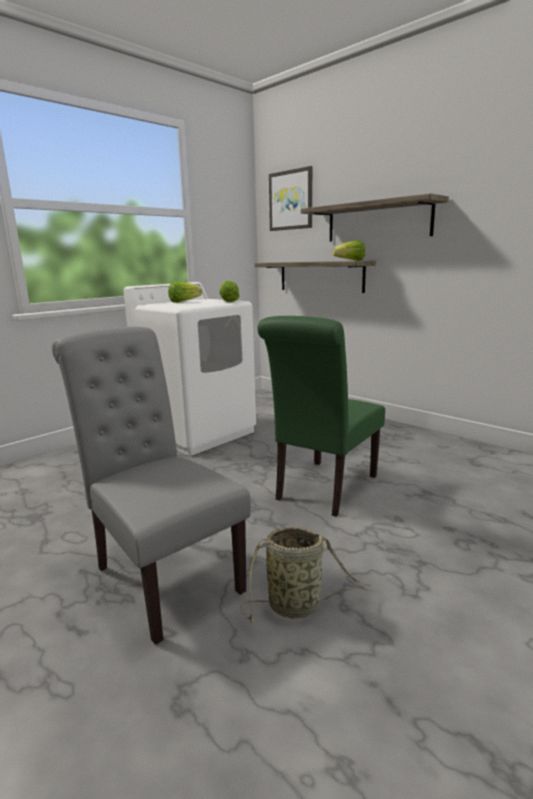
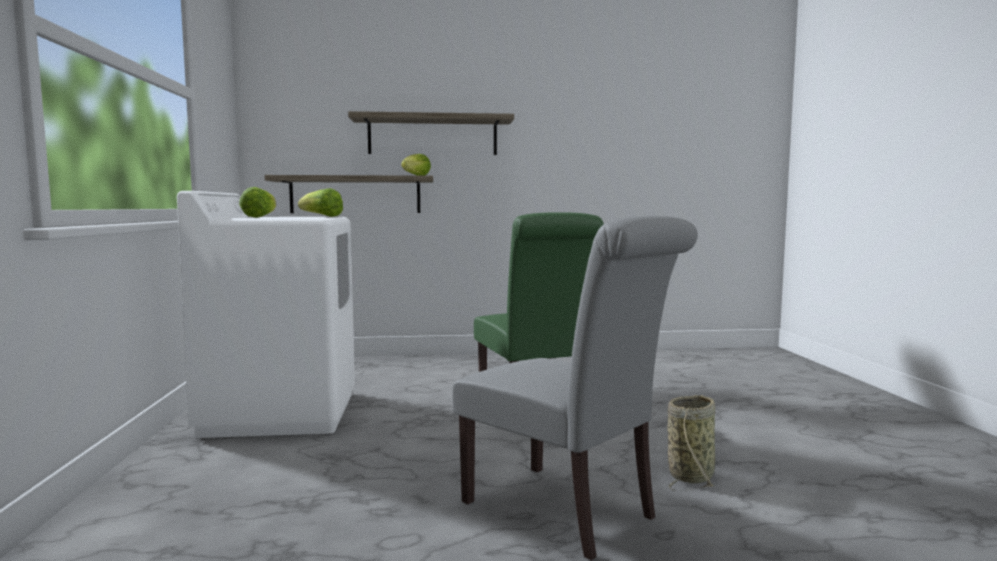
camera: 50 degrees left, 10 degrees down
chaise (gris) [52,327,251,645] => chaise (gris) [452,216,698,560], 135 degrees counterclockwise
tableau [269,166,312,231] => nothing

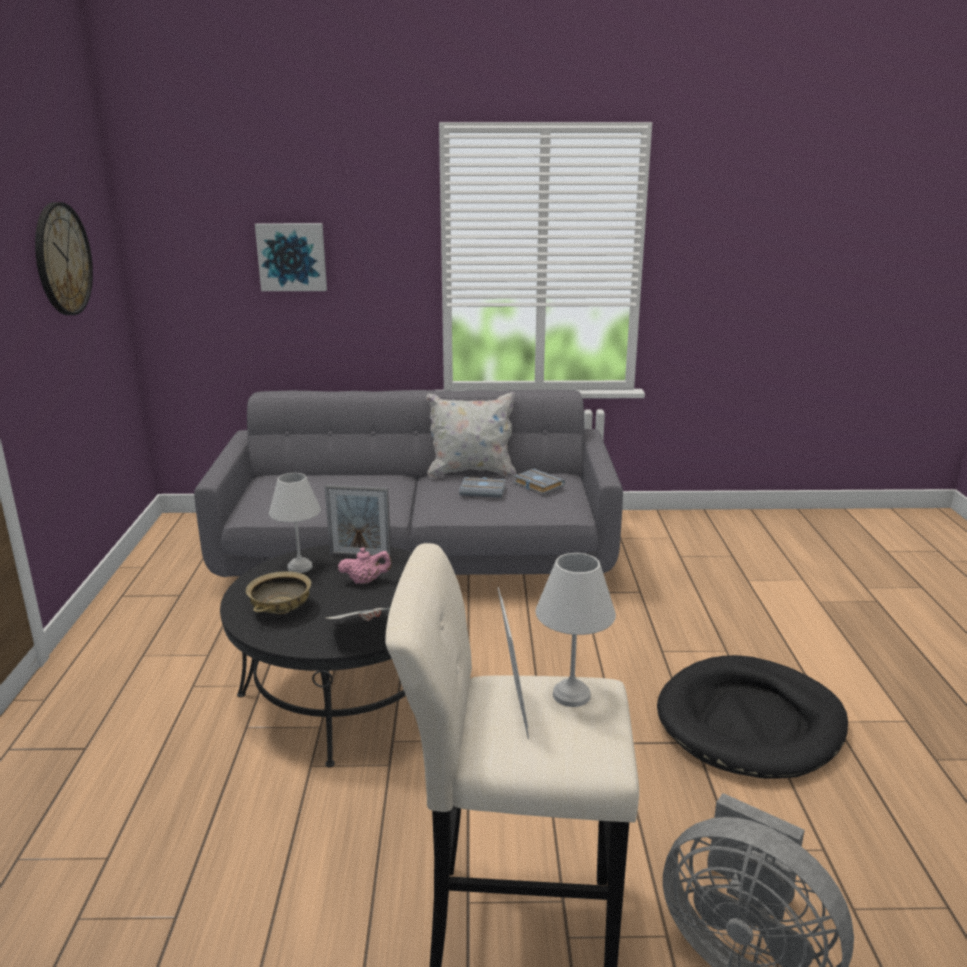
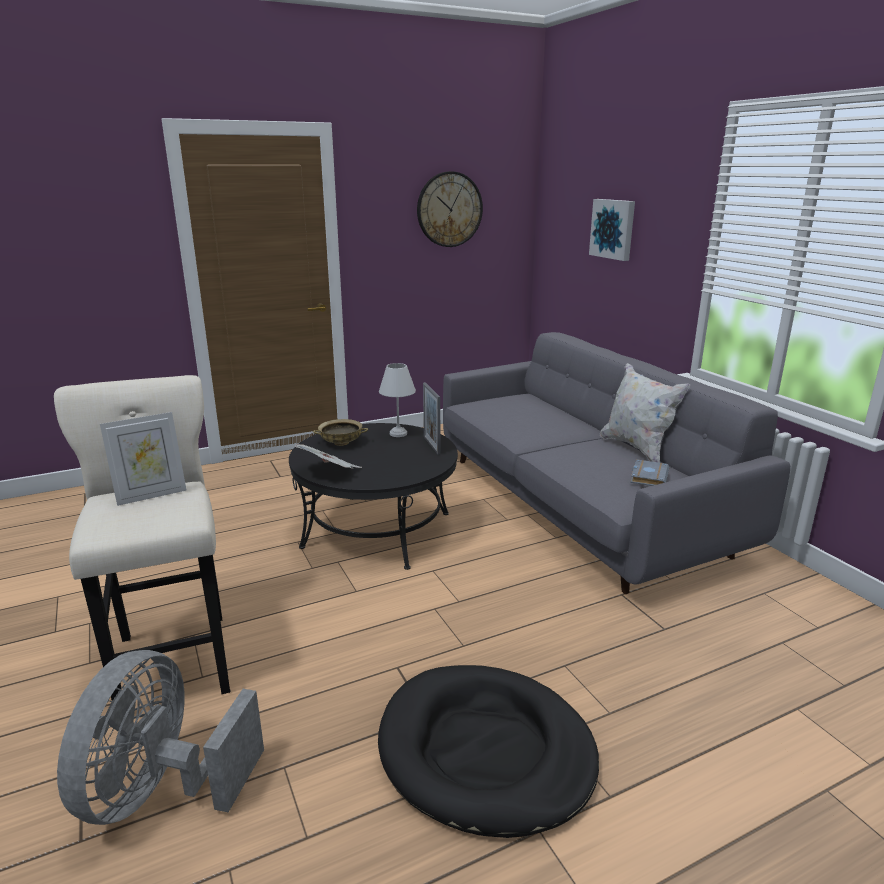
camera: 65 degrees right, 0 degrees up
théière (rose) [338,547,392,584] => nothing
livre (gris) [459,477,506,498] => nothing
lampe de table (blanc) [536,553,616,707] => nothing

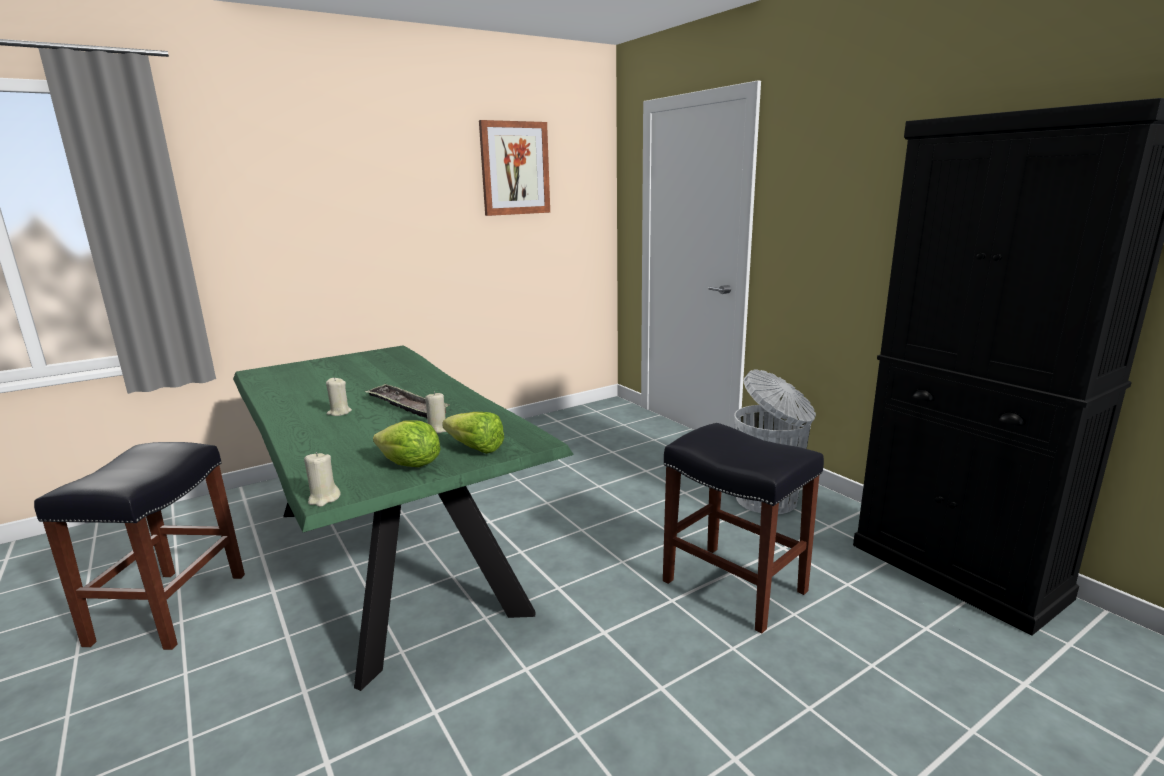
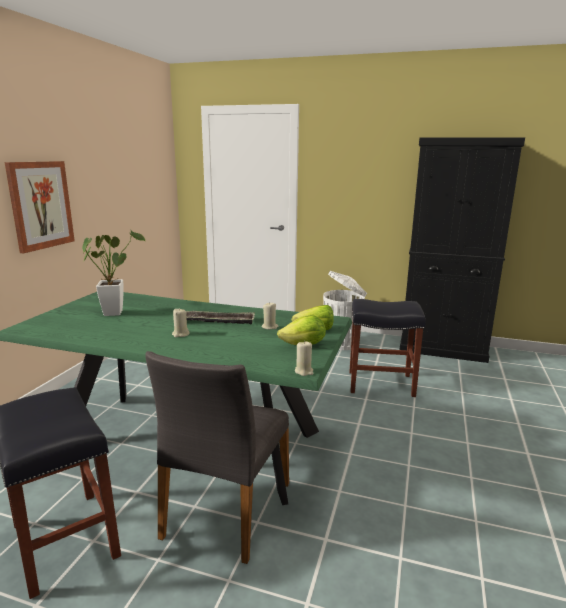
camera: 40 degrees left, 0 degrees up
tableau [479,120,550,216] => tableau [4,161,75,253], moved
nothing => plante en pot [82,230,146,316]
nothing => chaise (gris) [145,351,289,564]

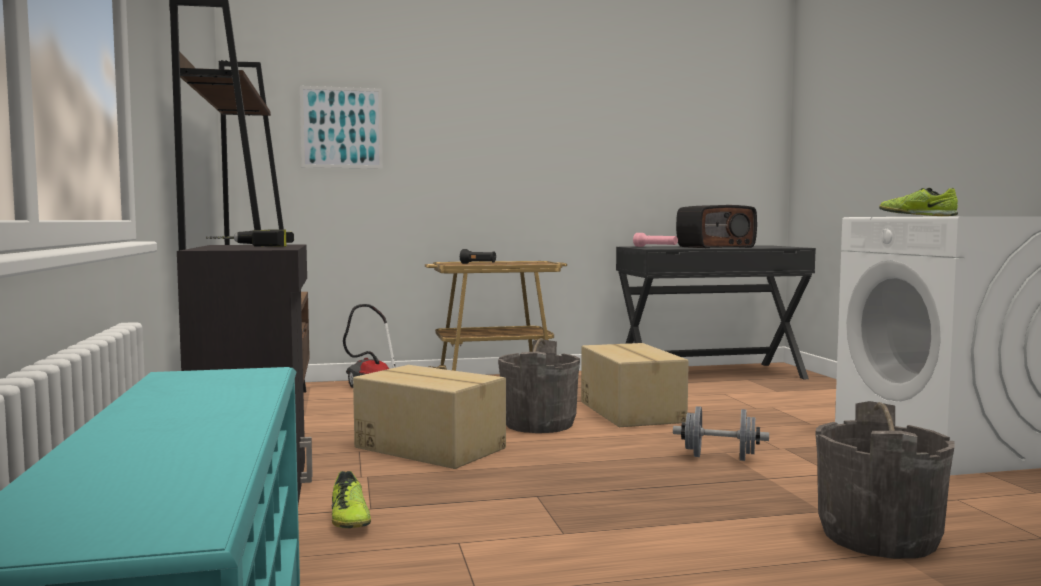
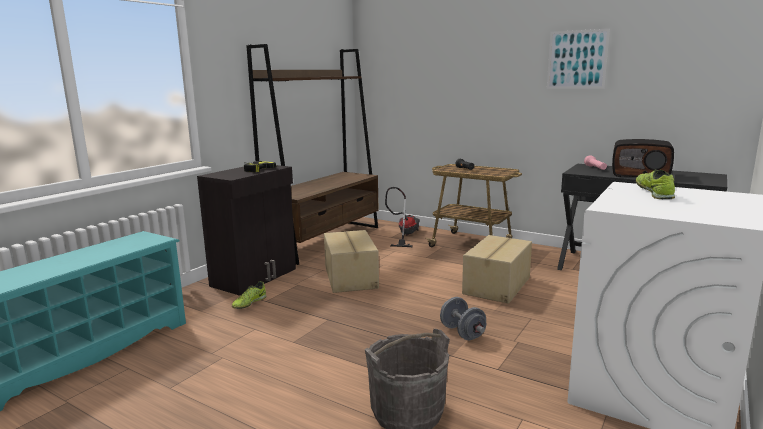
camera: 45 degrees right, 10 degrees up
tableau [300,86,383,169] => tableau [547,29,610,89], moved
seau (gris) [498,338,580,433] => nothing

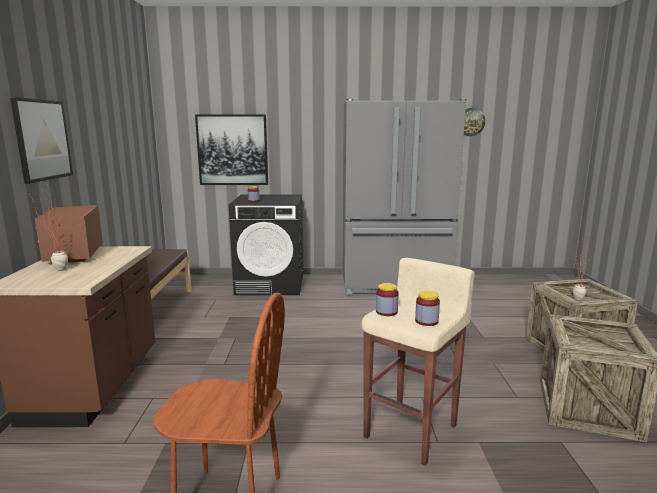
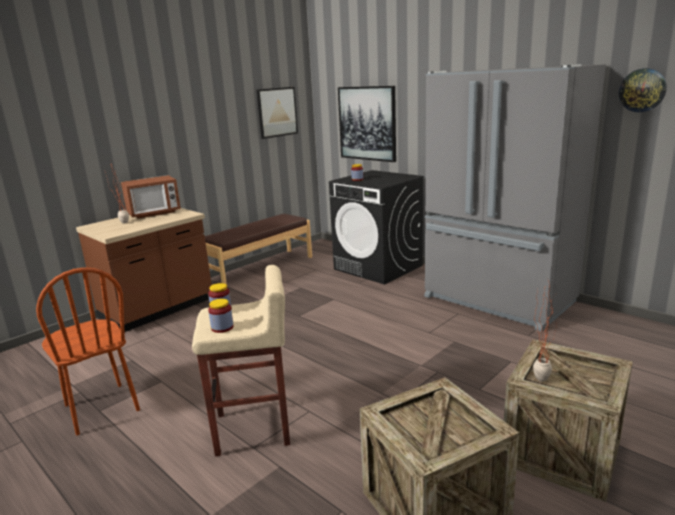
camera: 45 degrees right, 5 degrees up
micro-ondes [35,205,103,262] => micro-ondes [121,175,181,218], 150 degrees counterclockwise
tableau [10,97,73,184] => tableau [257,87,298,139], moved

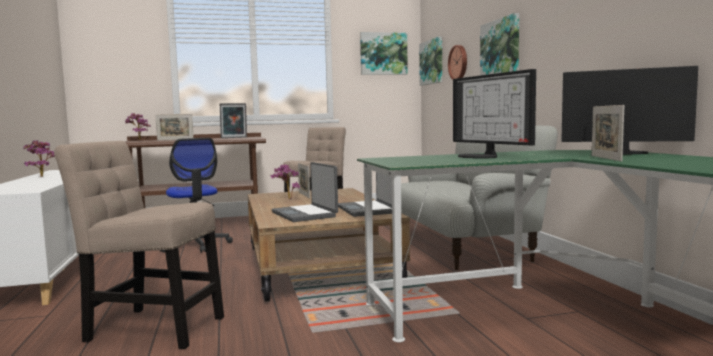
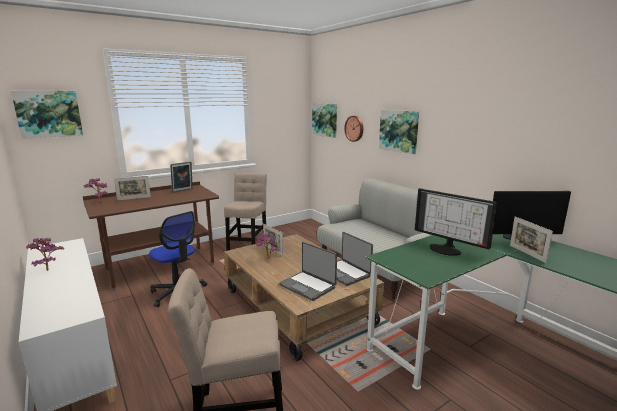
camera: 20 degrees left, 10 degrees up
tableau [360,32,408,75] => tableau [11,91,83,139], moved

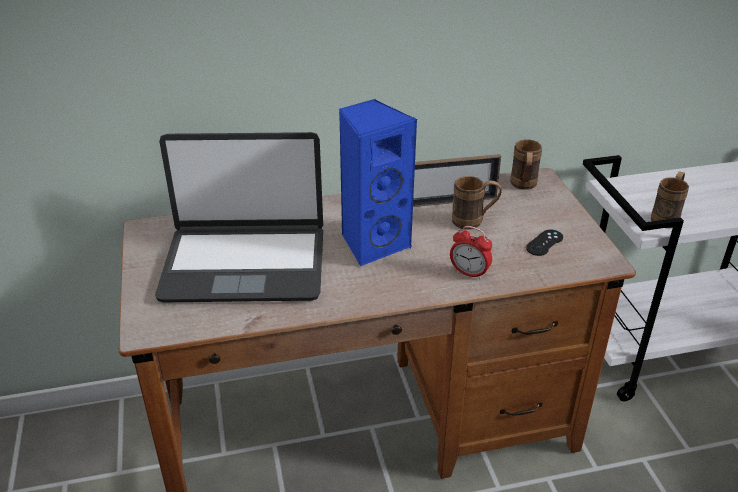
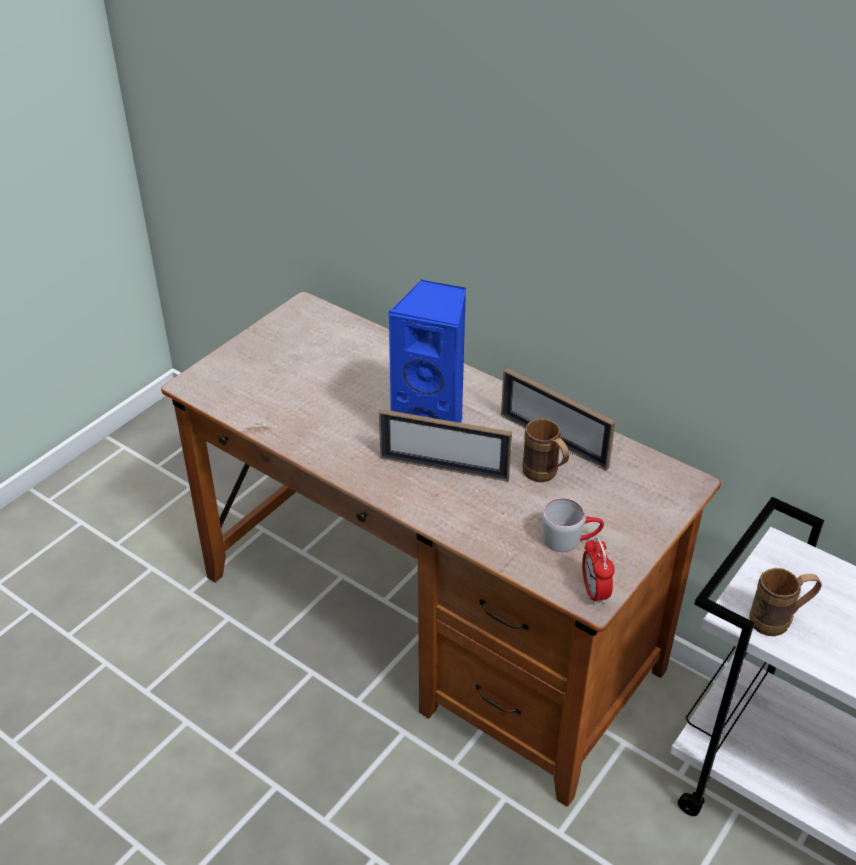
camera: 50 degrees right, 5 degrees up
nothing => cadre photo [379,409,512,482]
manette (noir) [526,230,563,256] => mug (gris) [542,498,604,552]
réveil [450,226,492,279] => réveil [582,537,615,605], moved
ordinateur portable [155,132,323,302] => nothing
mug (marron) [510,139,542,190] => nothing

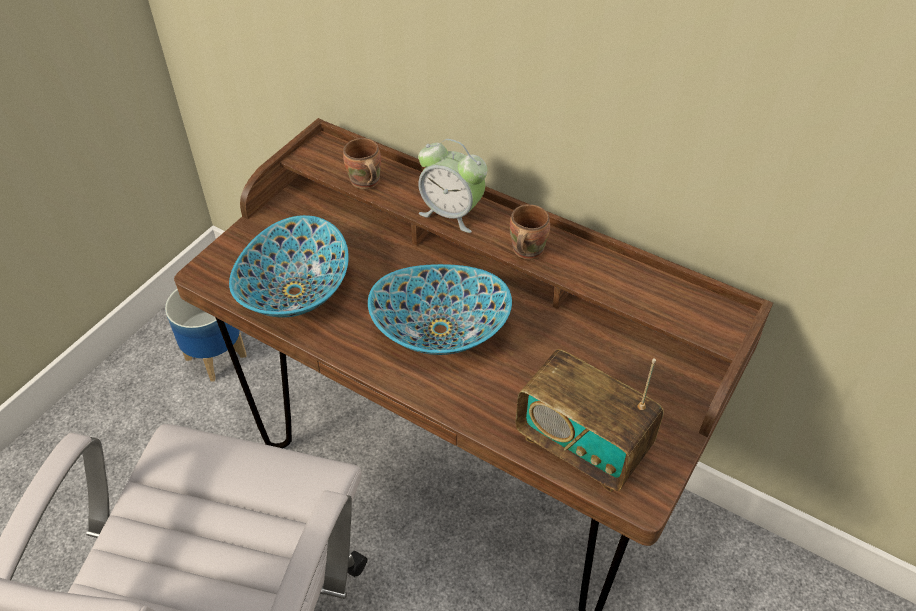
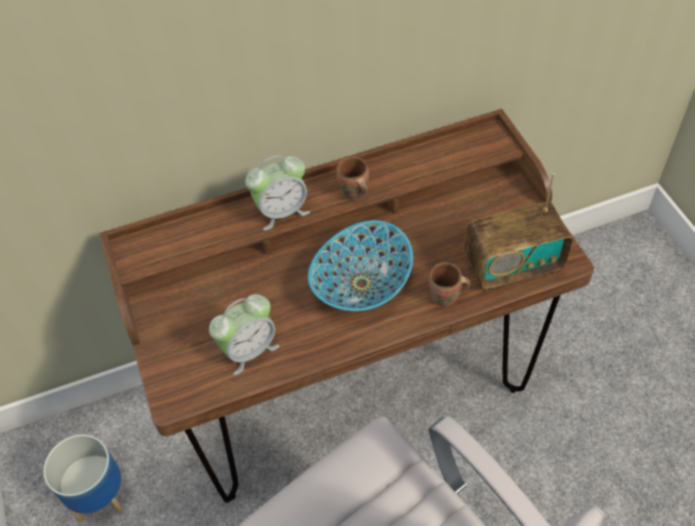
camera: 50 degrees left, 5 degrees up
bol [229,215,349,318] => réveil [209,294,280,375]
mug (marron) [343,138,381,189] => mug (marron) [429,262,471,307], moved

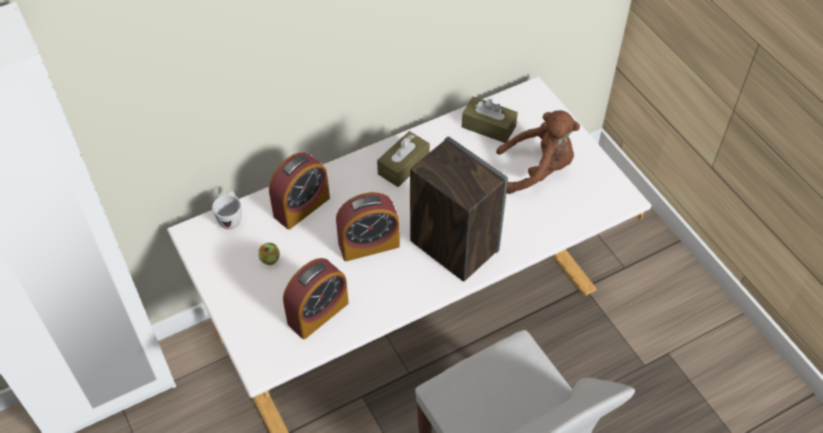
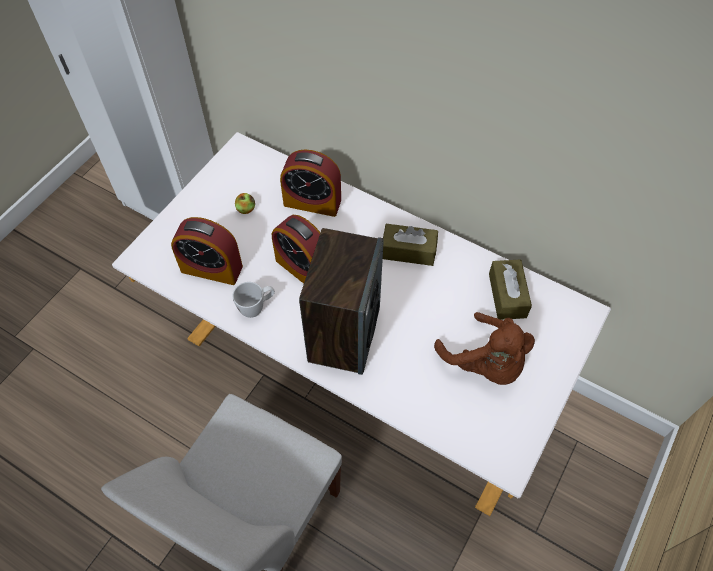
camera: 60 degrees right, 5 degrees up
mug (blanc) [212,190,242,230] => mug (blanc) [232,282,275,318], moved

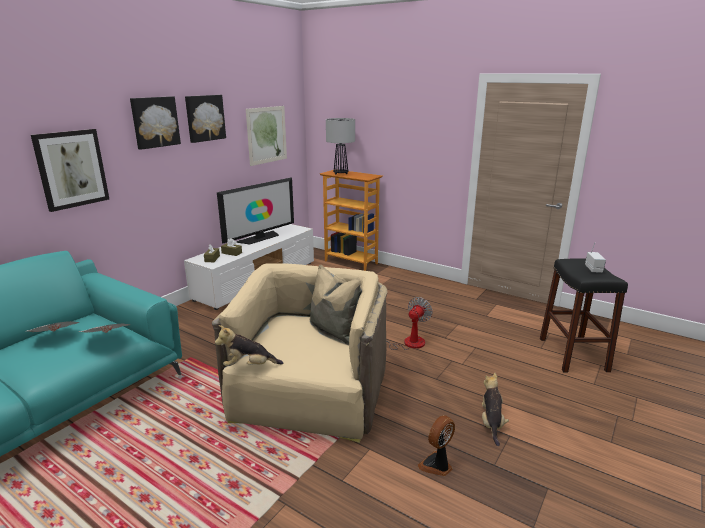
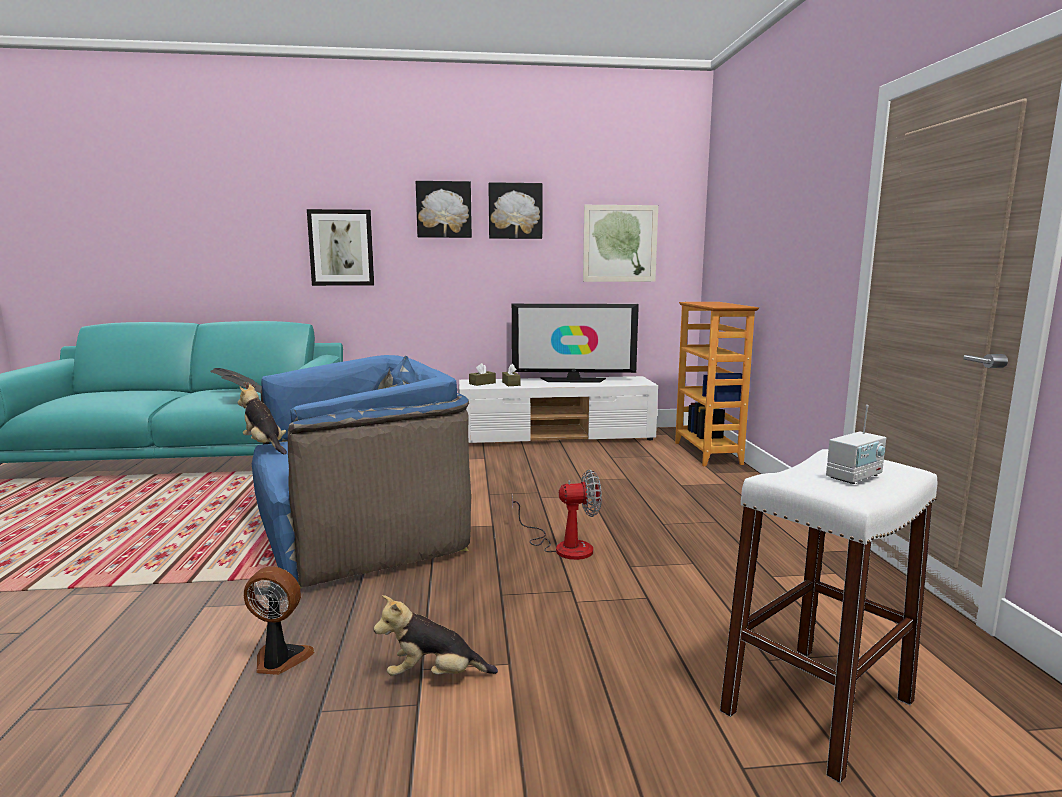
camera: 50 degrees right, 10 degrees down
fauteuil (beige) [212,263,388,443] => fauteuil (bleu) [252,355,471,588]
peluche [482,372,509,446] => peluche [374,595,498,676], 150 degrees counterclockwise
tabouret (noir) [540,259,628,372] => tabouret (blanc) [720,449,937,783]
lampe de table [326,118,355,174] => nothing

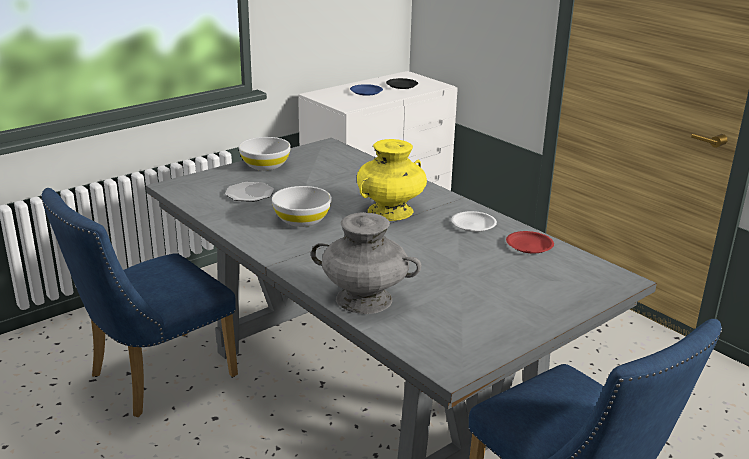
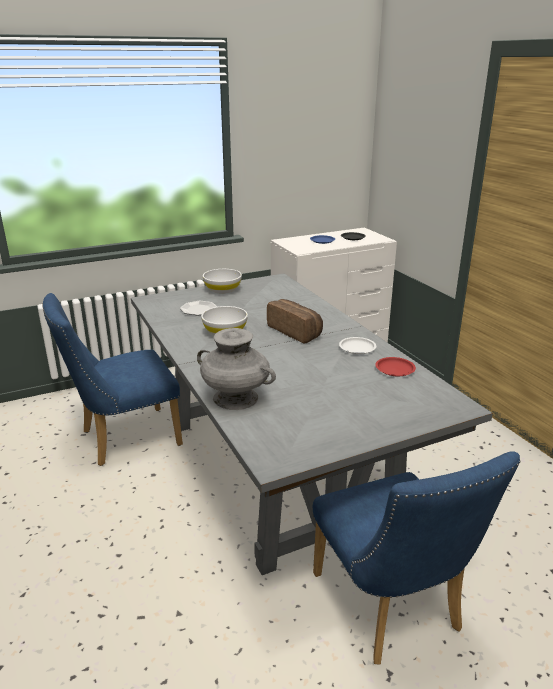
camera: 15 degrees right, 0 degrees up
vase (jaune) [357,139,427,221] => pain [267,299,323,343]

